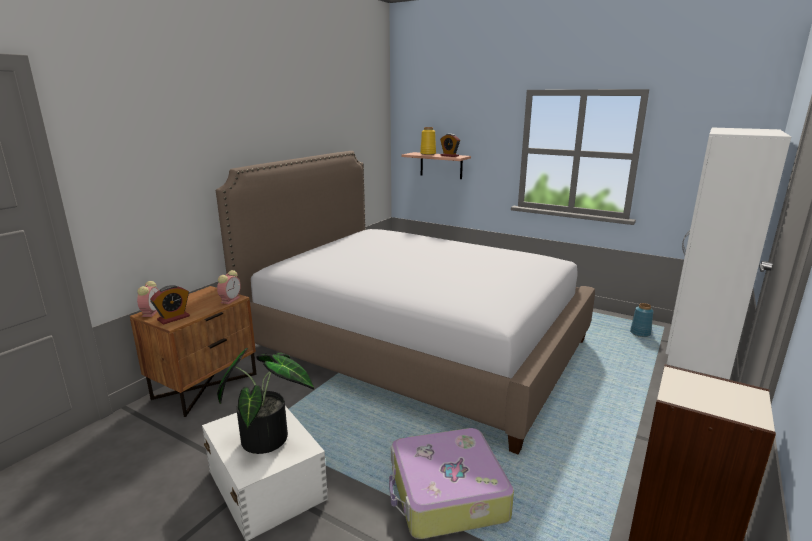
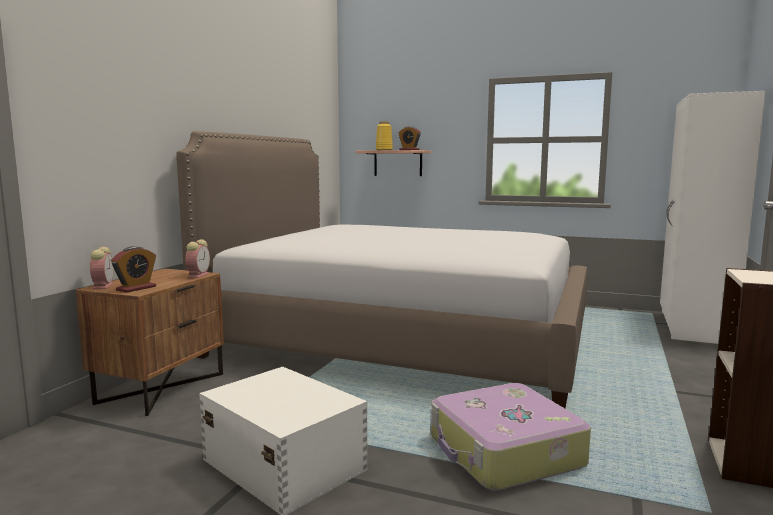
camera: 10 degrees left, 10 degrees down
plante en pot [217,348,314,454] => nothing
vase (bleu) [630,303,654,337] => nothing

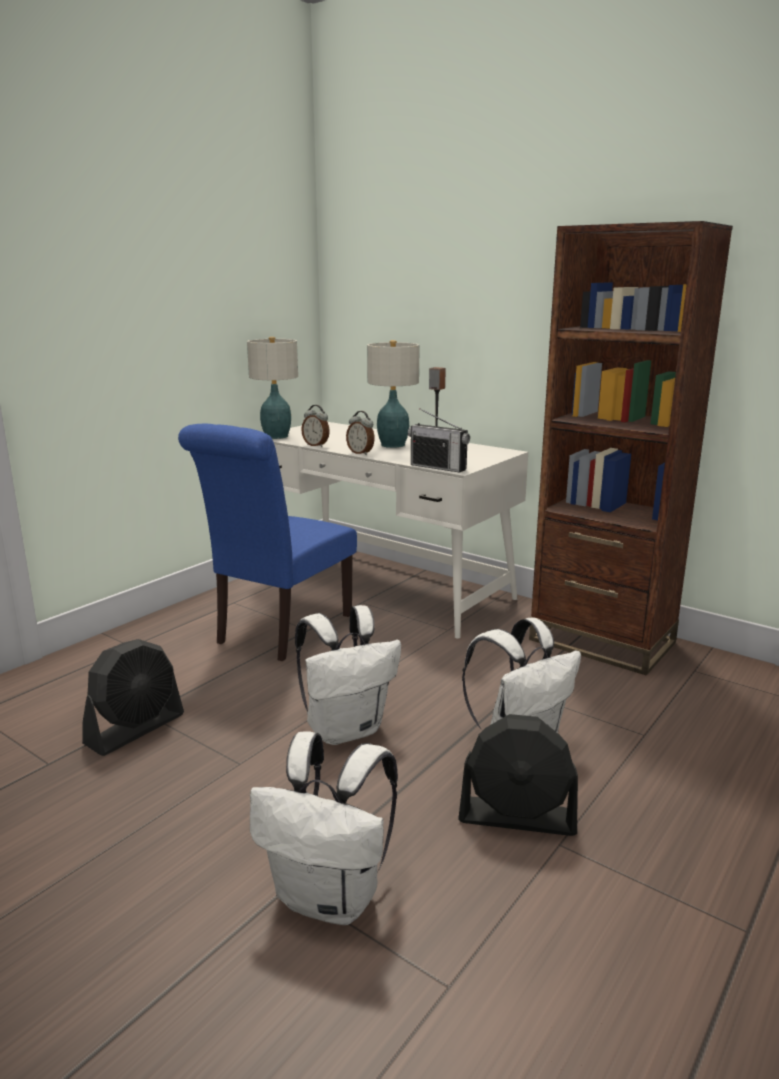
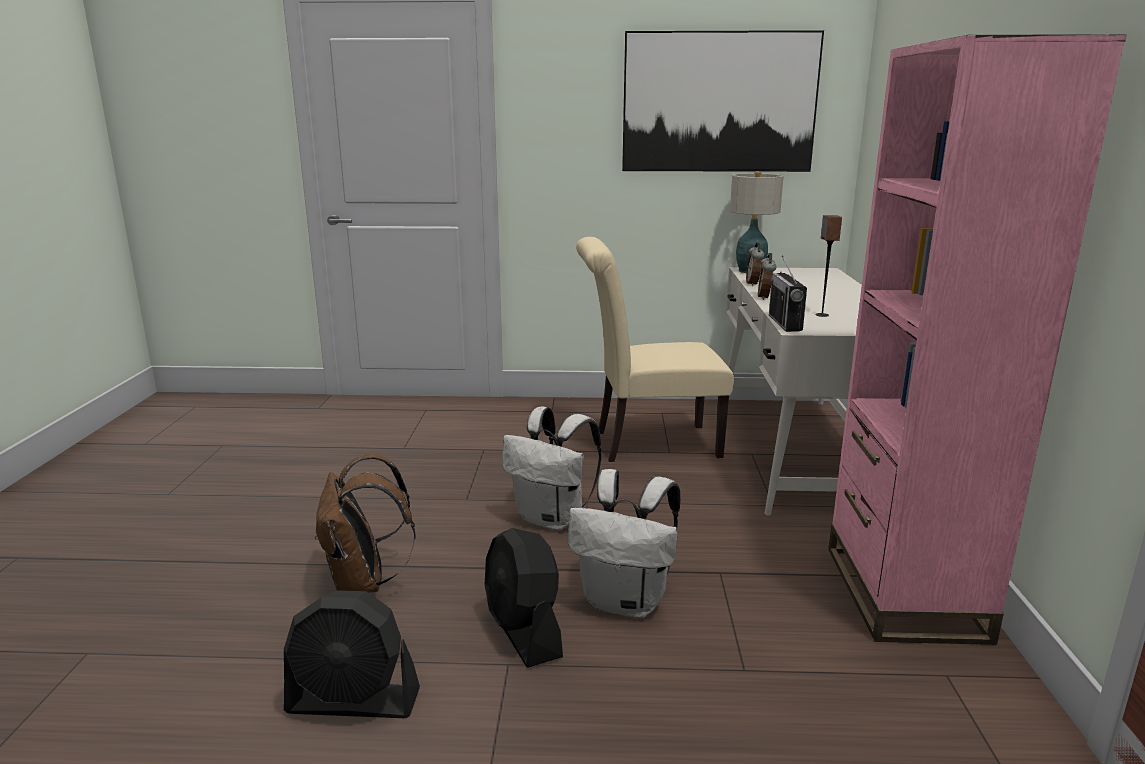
camera: 55 degrees right, 0 degrees up
ventilateur (noir) [82,639,184,756] => ventilateur (noir) [284,590,420,718], moved
sac à dos (blanc) [250,731,398,925] => sac à dos (marron) [315,454,416,593]
chaise (bleu) [178,424,357,661] => chaise (beige) [576,237,734,462]
nothing => tableau [622,30,824,172]
bibliothèque (marron) [529,221,733,676] => bibliothèque (rose) [828,34,1127,645]
lampe de table [367,340,420,448] => nothing

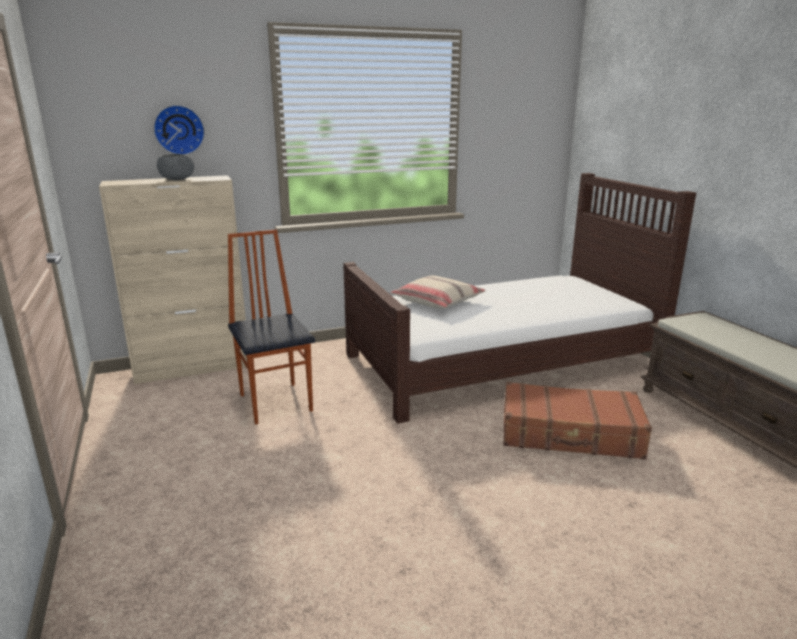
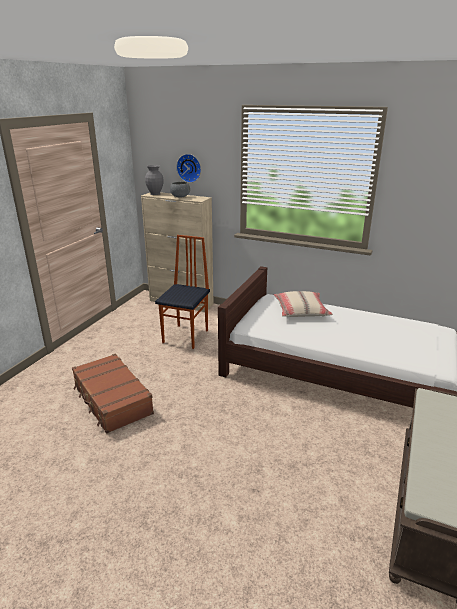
camera: 45 degrees right, 5 degrees up
valise (marron) [503,382,652,459] => valise (marron) [72,354,154,434], moved
nothing => vase (gris) [145,165,164,195]

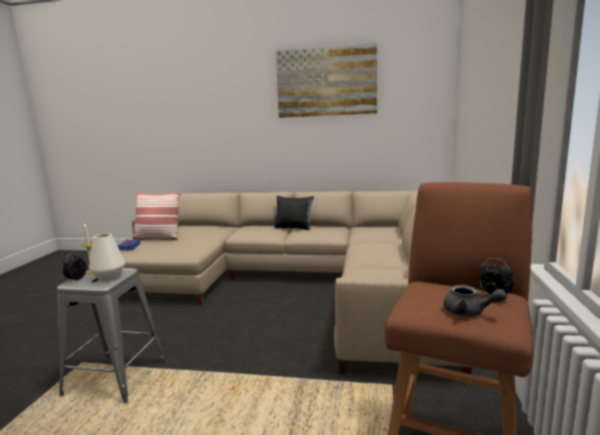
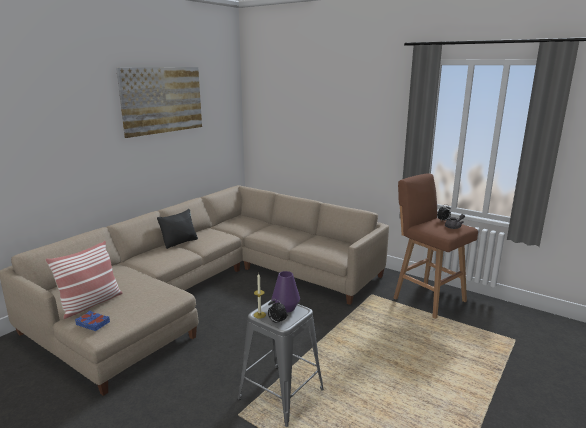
camera: 65 degrees left, 5 degrees up
vase (blanc) [89,233,125,281] => vase (violet) [272,271,300,313]

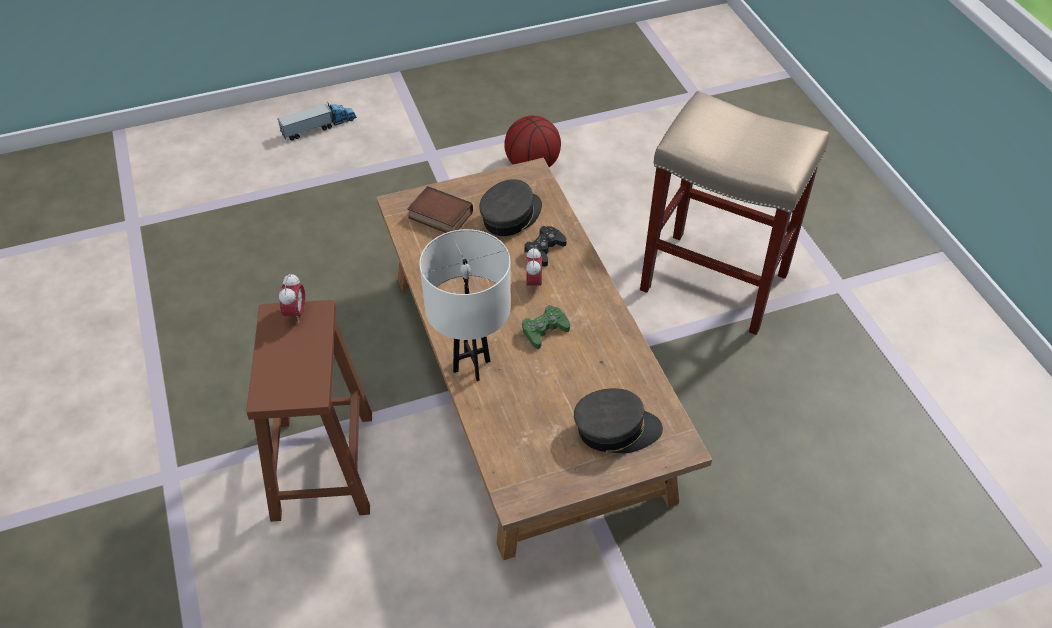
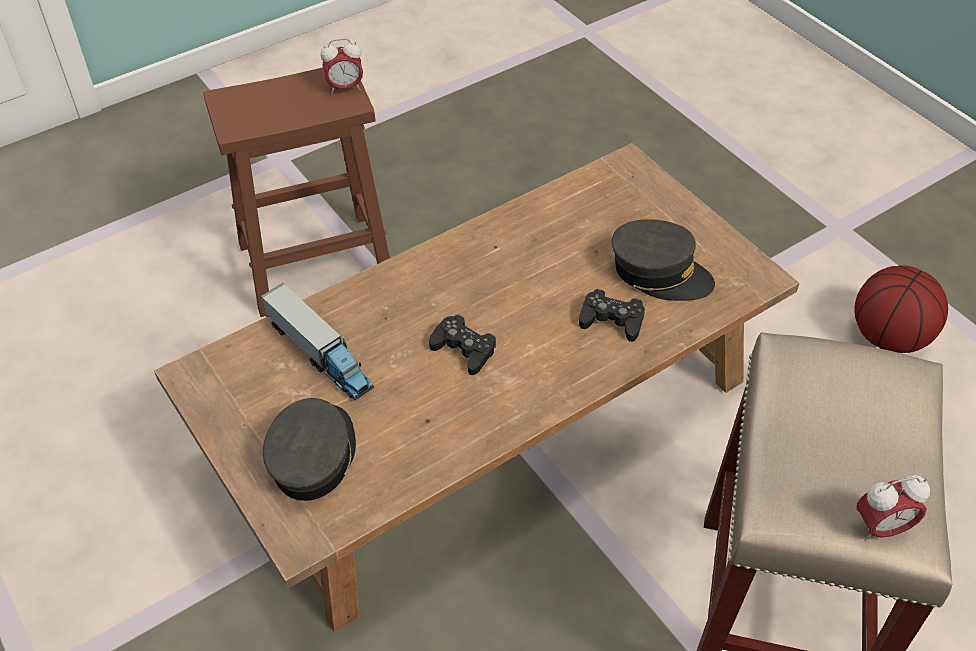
camera: 75 degrees right, 0 degrees up
camion jouet [277,102,357,141] => camion jouet [261,283,374,401], moved
casquette (gris) [574,388,663,453] => casquette (gris) [263,398,356,501], 150 degrees counterclockwise
manette (vert) [522,305,570,349] => manette (noir) [429,315,496,375]
réveil [526,247,542,292] => réveil [856,475,930,541], moved
livre [407,186,473,233] => nothing
lampe de table (blanc) [419,229,511,381] => nothing

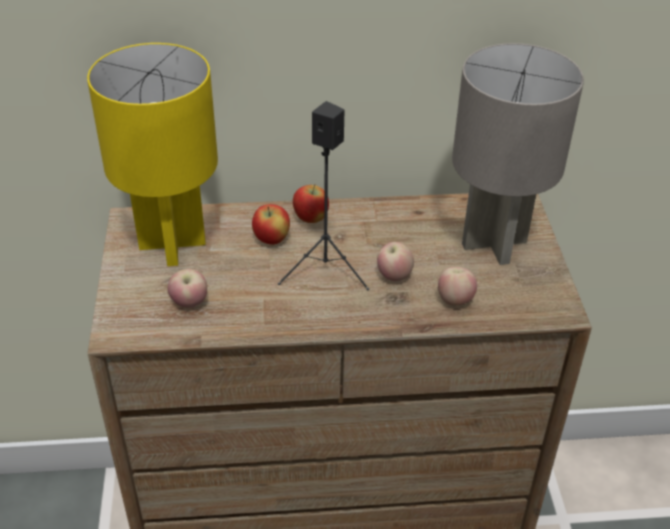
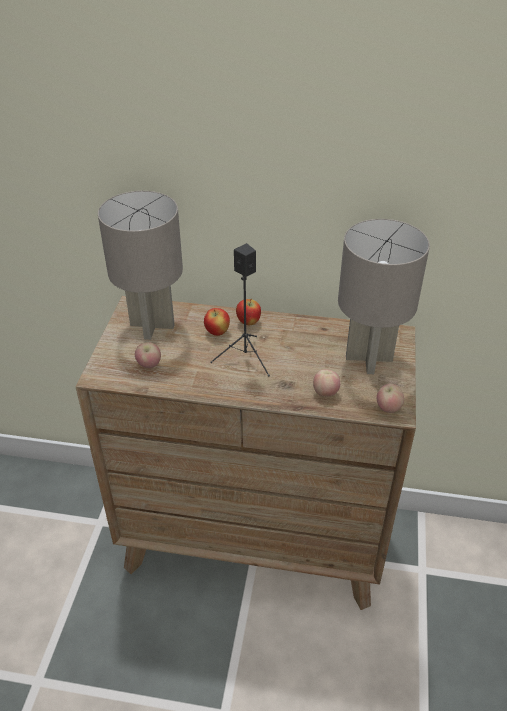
camera: 15 degrees right, 0 degrees up
lampe de table (jaune) [87,43,218,266] => lampe de table (gris) [98,191,183,340]
pomme [377,242,414,281] => pomme [377,384,404,413], moved

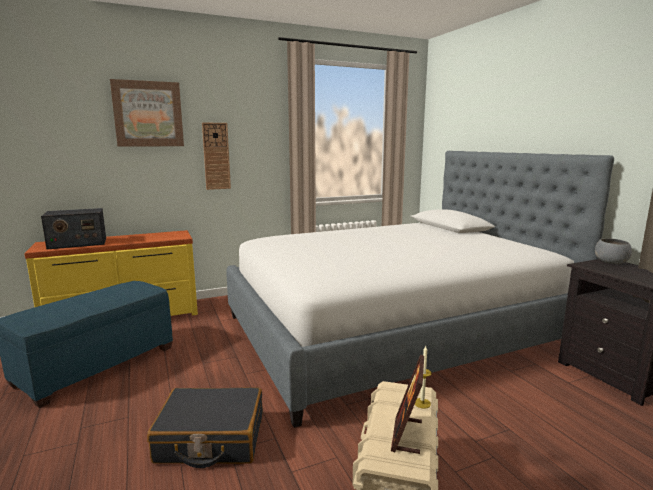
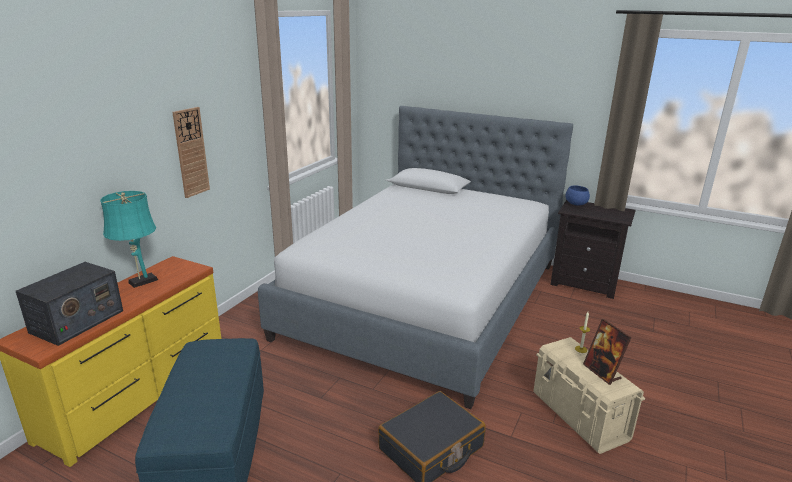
camera: 40 degrees left, 10 degrees up
nothing => lampe de table (turquoise) [100,191,158,288]
bol (gris) [595,238,632,264] => bol (bleu) [566,185,590,206]
tableau [110,79,184,147] => nothing

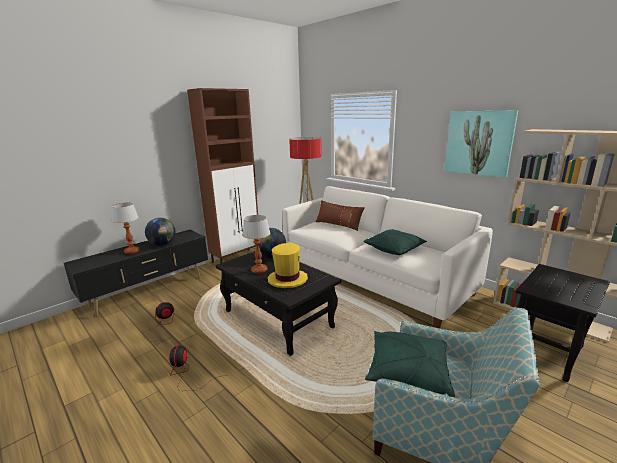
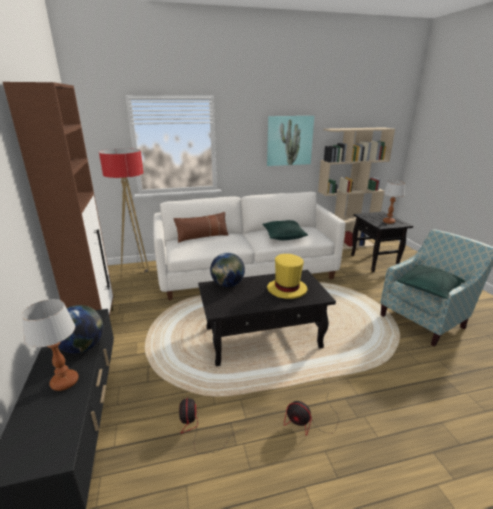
camera: 60 degrees left, 5 degrees up
lampe de table [243,215,270,274] => lampe de table [383,180,405,224], moved

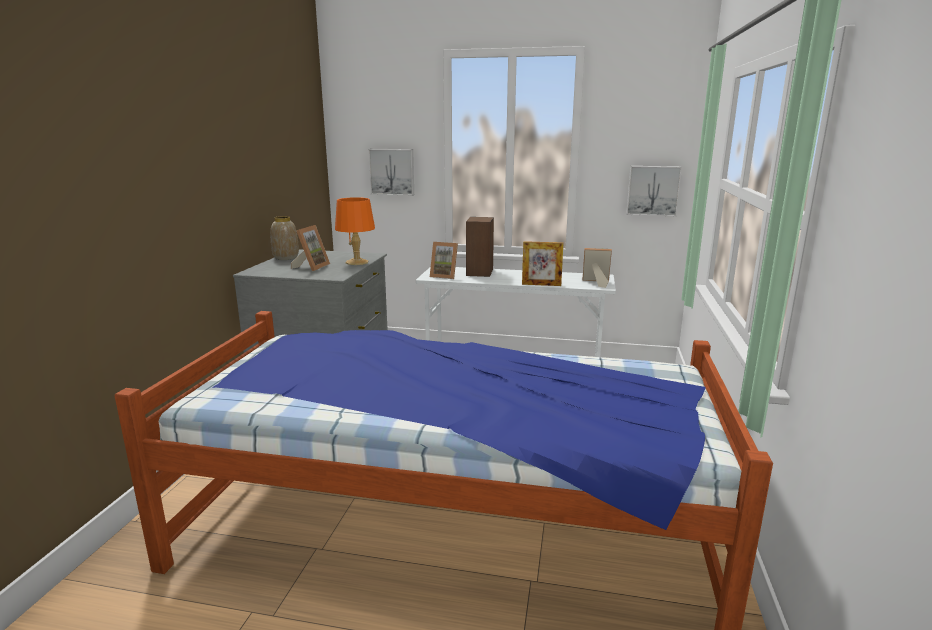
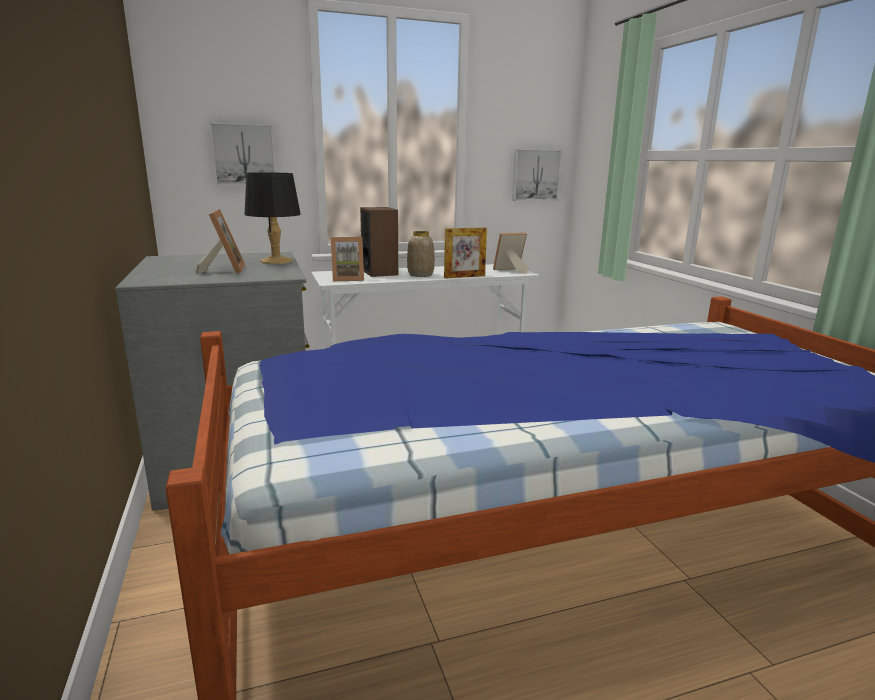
camera: 30 degrees left, 0 degrees up
lampe de table (orange) [335,197,375,265] => lampe de table (noir) [245,172,301,264]
vase [271,216,299,260] => vase [407,231,435,277], moved

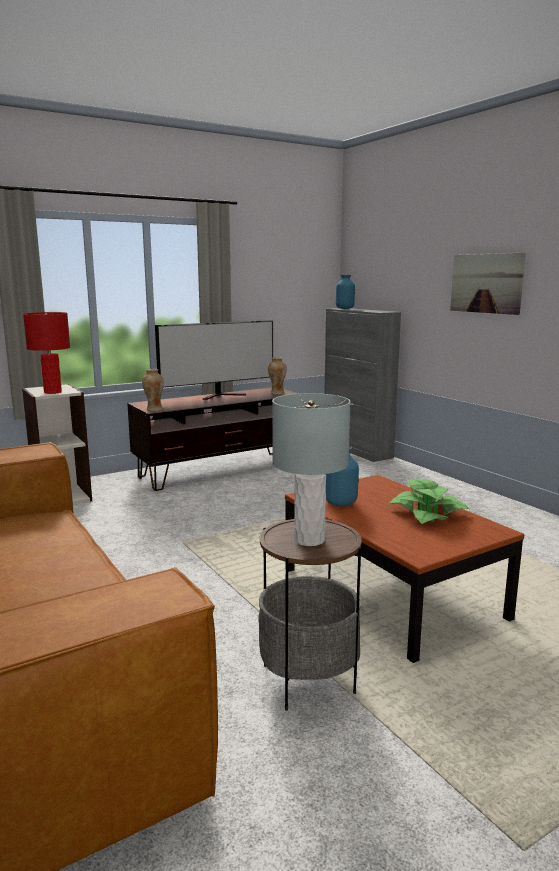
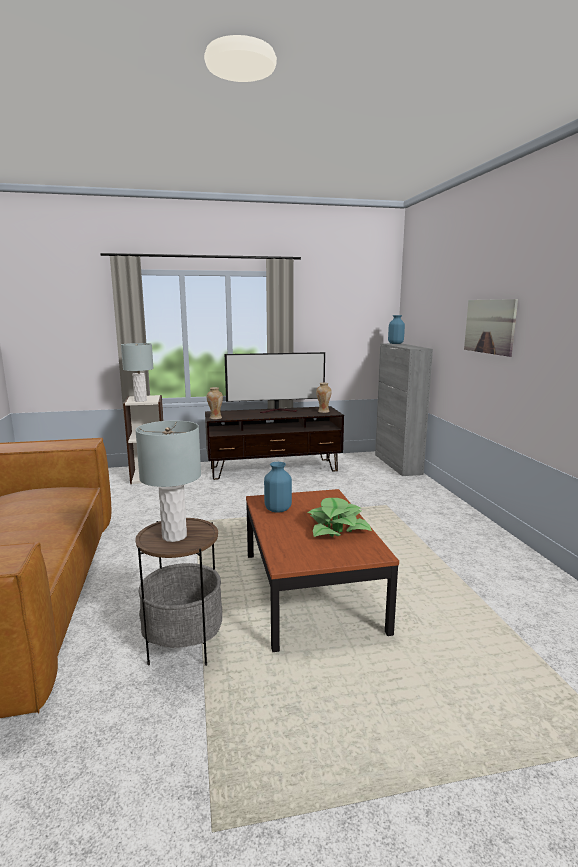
camera: 20 degrees right, 0 degrees up
lampe de table (rouge) [23,312,70,394] => lampe de table (gris) [121,343,154,402]

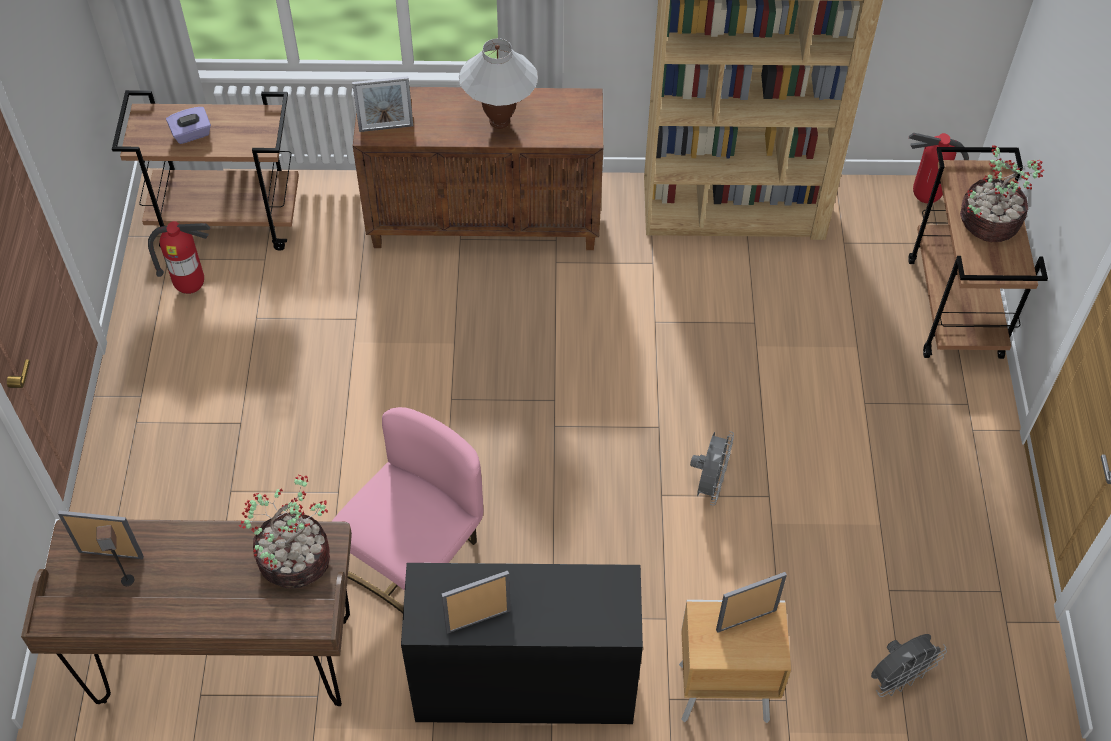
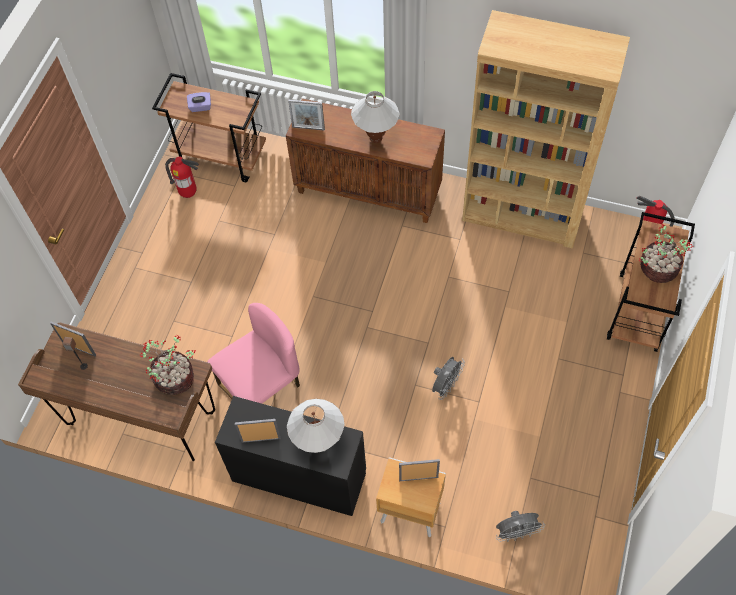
camera: 20 degrees right, 5 degrees up
nothing => lampe de table (blanc) [287,399,345,453]

